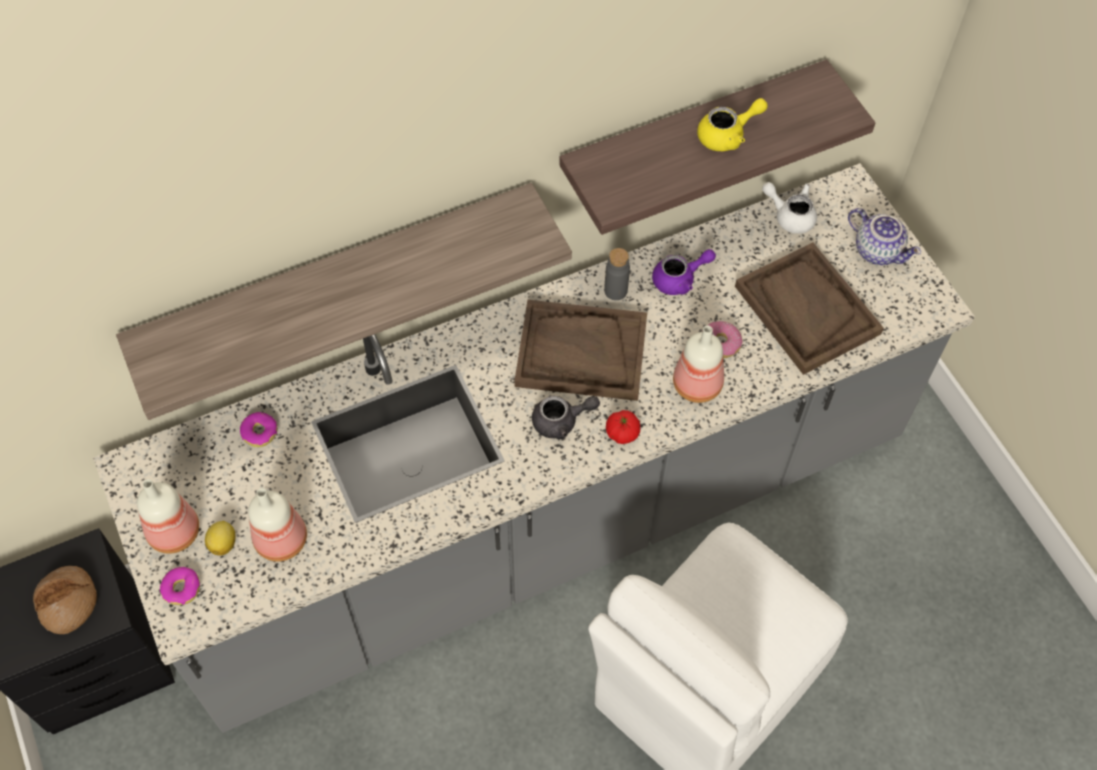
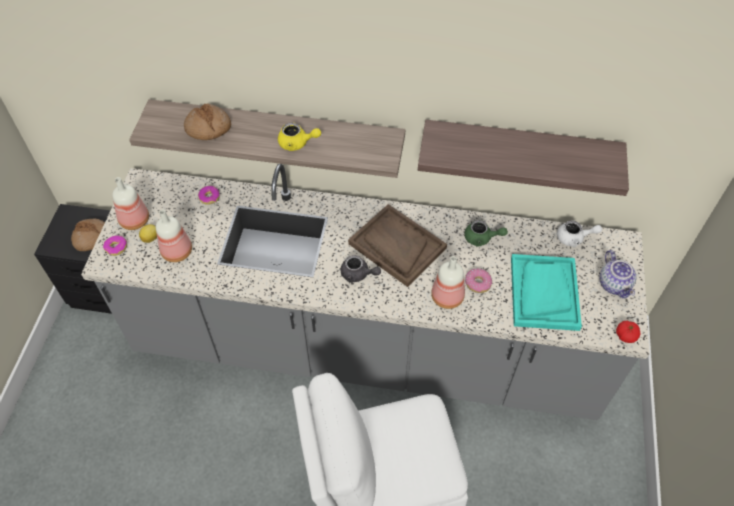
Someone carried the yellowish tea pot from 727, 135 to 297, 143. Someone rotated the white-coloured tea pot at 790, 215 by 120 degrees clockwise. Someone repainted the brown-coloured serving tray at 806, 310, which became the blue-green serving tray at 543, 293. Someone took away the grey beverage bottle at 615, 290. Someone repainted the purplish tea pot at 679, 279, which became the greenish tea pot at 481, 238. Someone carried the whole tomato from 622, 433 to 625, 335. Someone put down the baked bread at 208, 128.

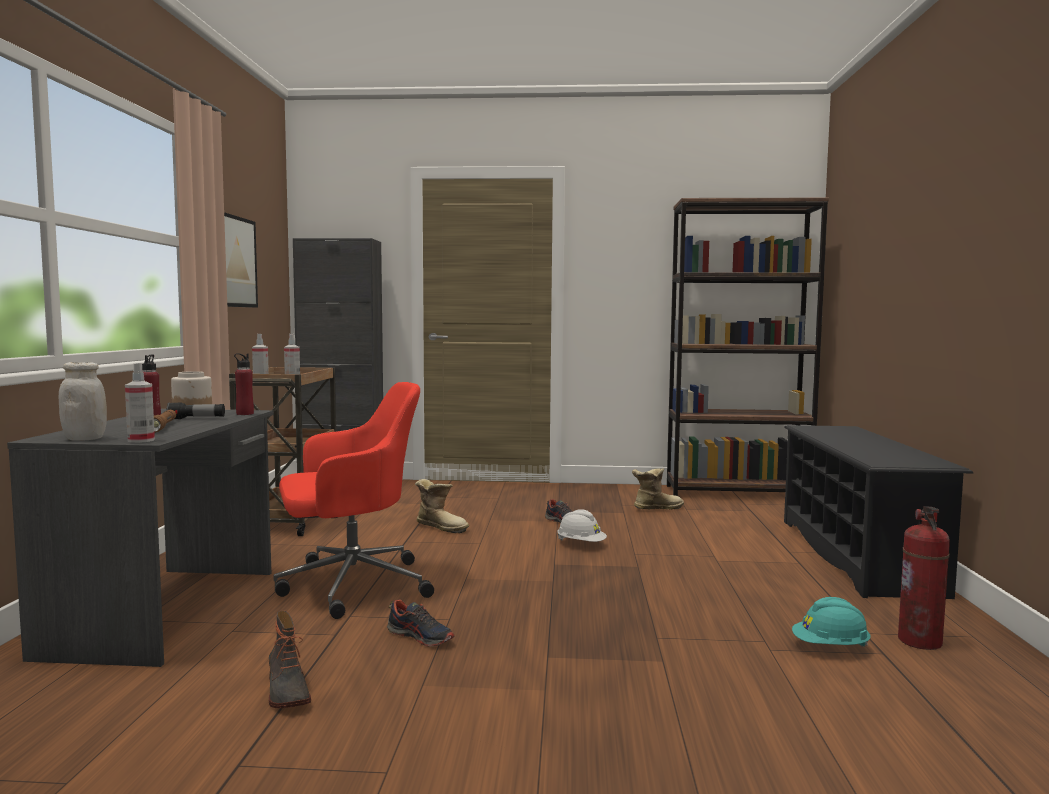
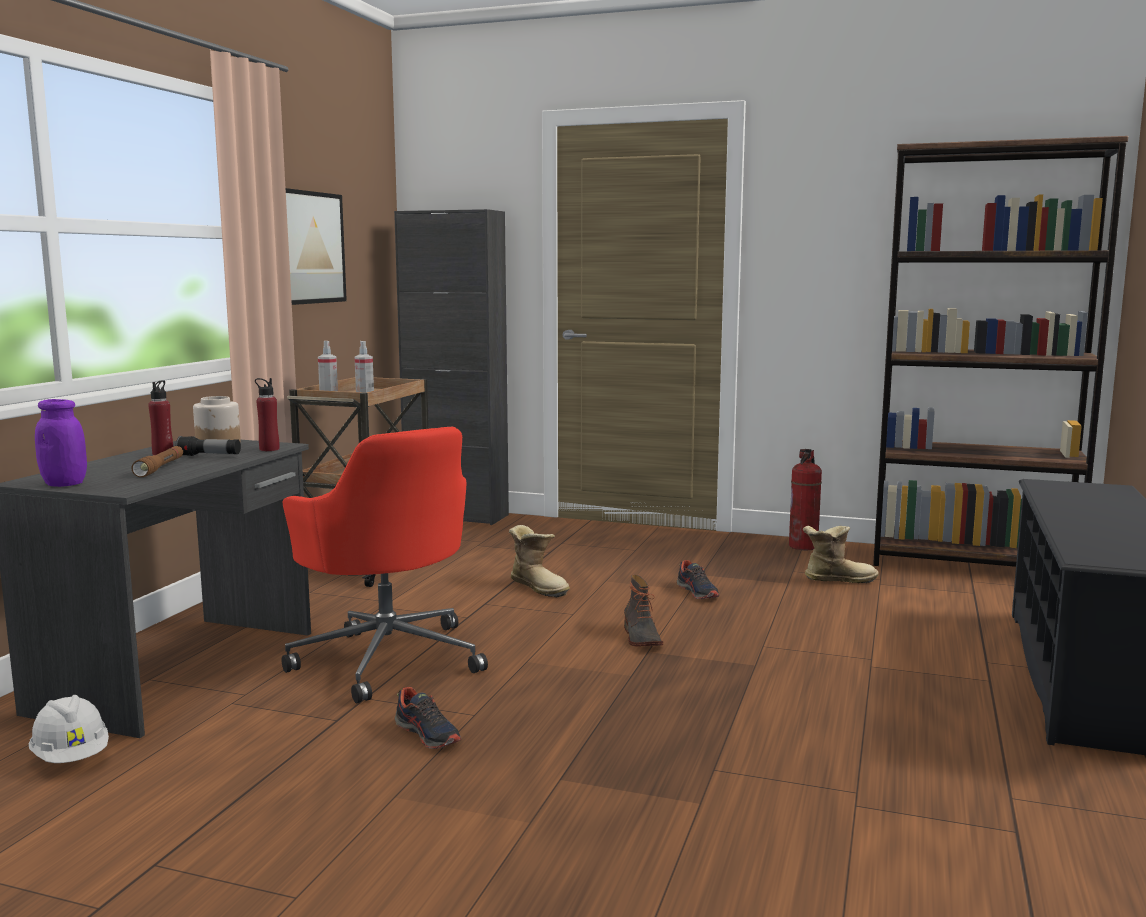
Someone repainted the white-coloured preserve jar at 84, 439, which became the purplish preserve jar at 64, 484. Someone took away the spray bottle at 141, 440. Someone rotated the red computer chair at 350, 585 by 60 degrees clockwise. Someone carried the extinguisher from 920, 641 to 803, 546. Someone carried the white-coloured work helmet from 581, 544 to 71, 757. Someone took away the blue-green work helmet at 830, 648. Someone carried the tall boot from 286, 692 to 640, 638.

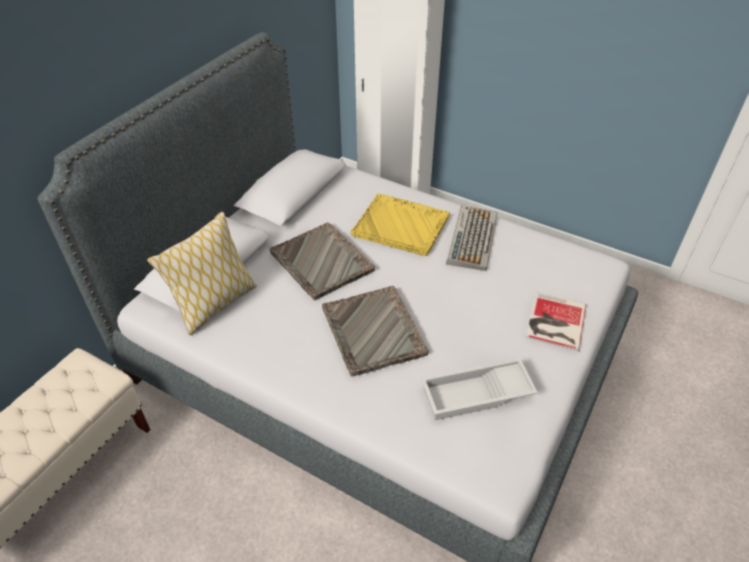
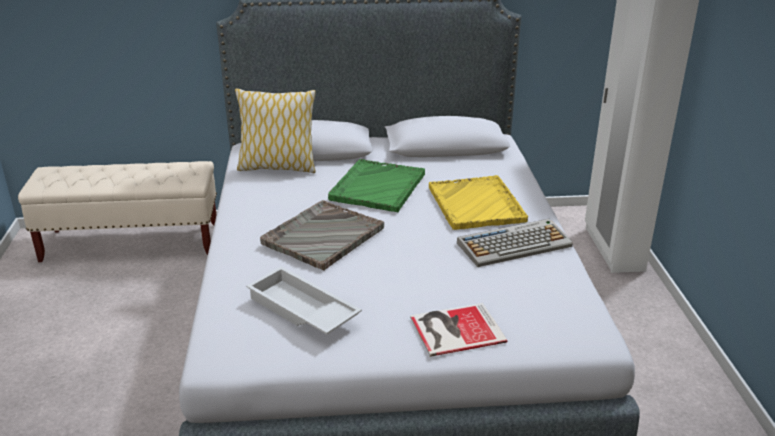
Someone repainted the grey serving tray at 322, 262, which became the greenish serving tray at 377, 187.

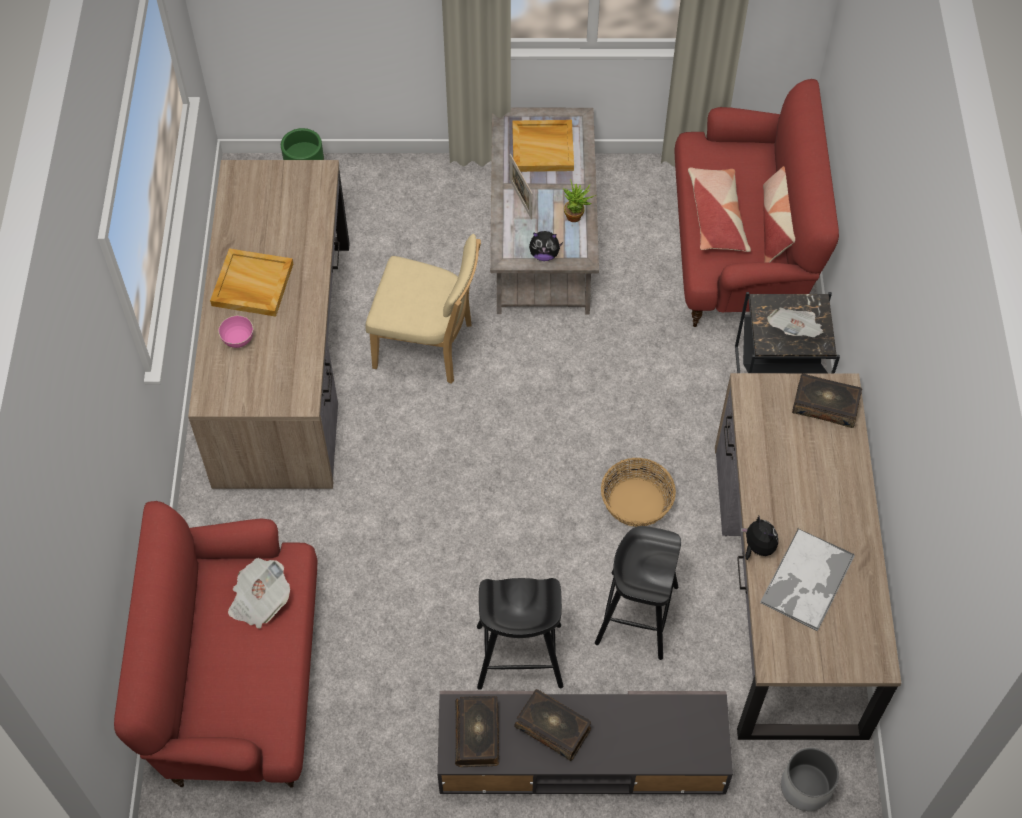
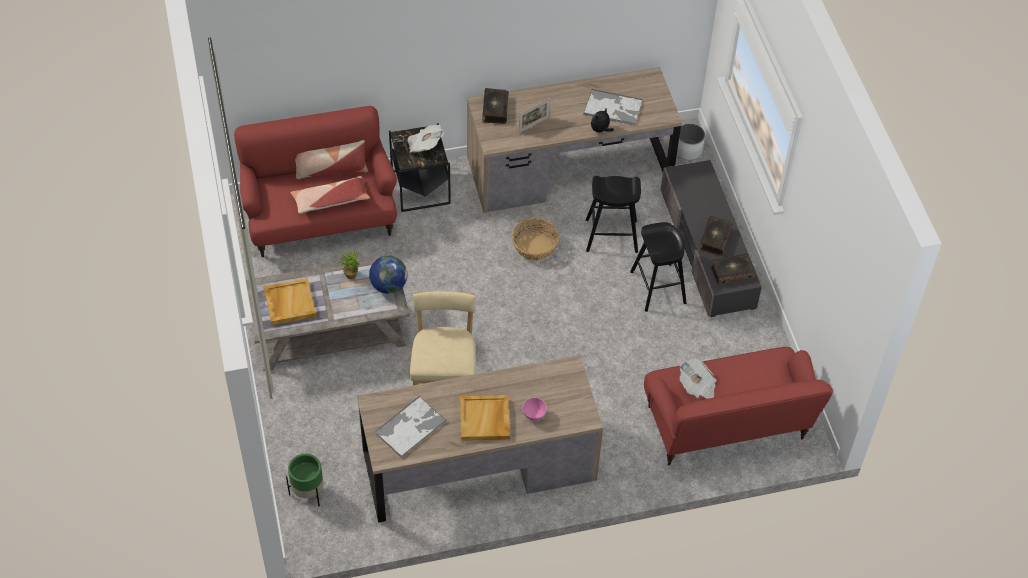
Someone carried the picture frame from 520, 199 to 533, 125. Someone swapped the soft toy at 544, 255 for the world globe at 388, 286. Someone put down the serving tray at 411, 427.

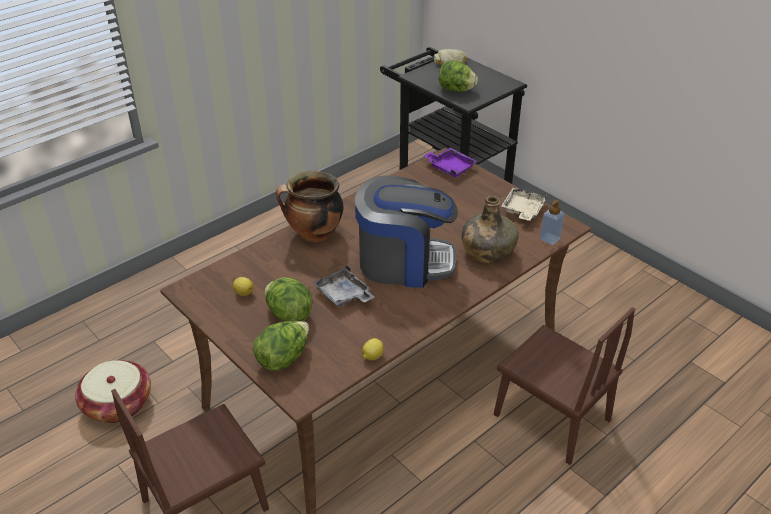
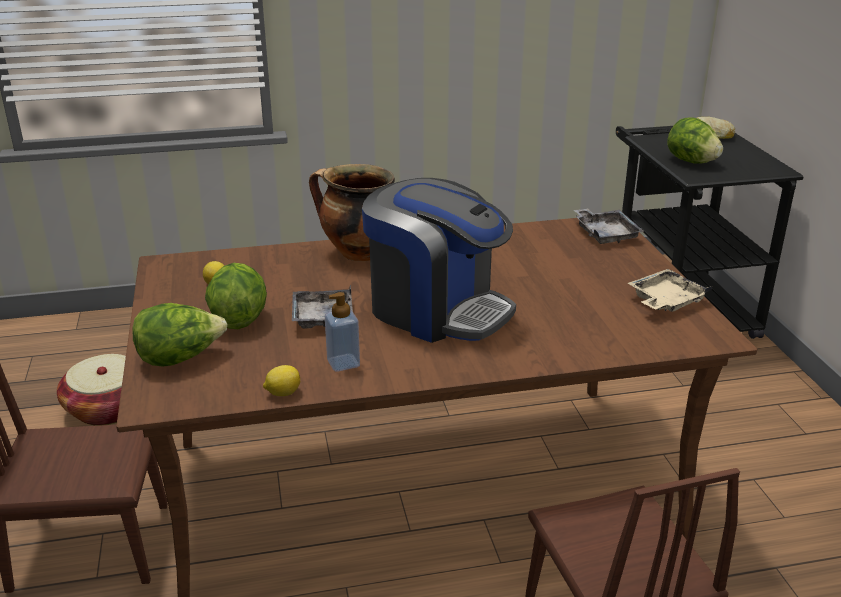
Someone repainted the purplish serving tray at 450, 167, which became the grey serving tray at 605, 234. Someone took away the greenish beverage bottle at 487, 251. Someone carried the soap bottle from 550, 239 to 343, 363.

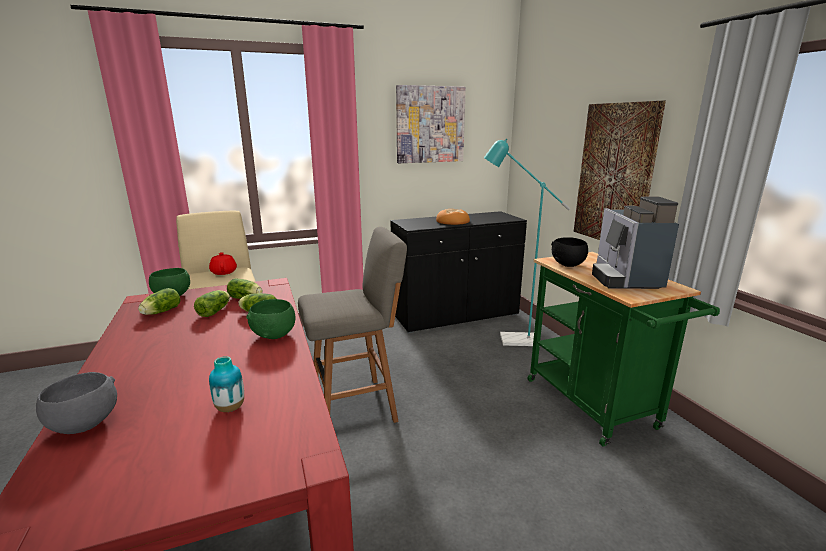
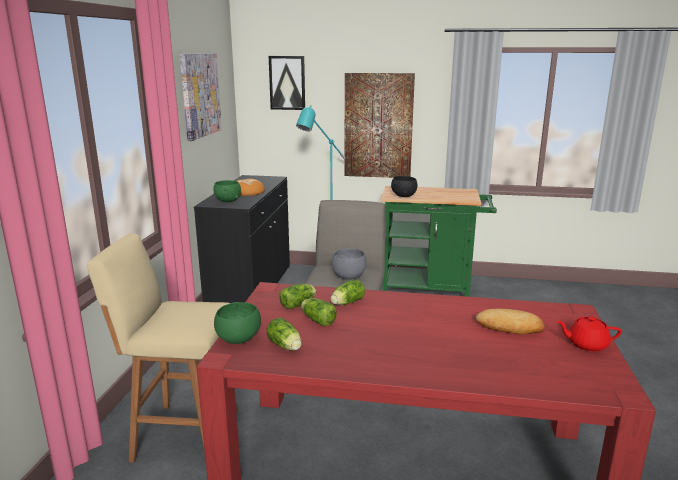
Someone took away the coffee brewer at 624, 279. Someone carried the red tea pot from 224, 272 to 586, 344. Someone carried the greenish bowl from 274, 335 to 228, 201. Someone swapped the flower vase at 230, 408 for the baked bread at 509, 326. Someone carried the grey bowl from 83, 425 to 349, 277. Someone put up the wall picture at 287, 83.

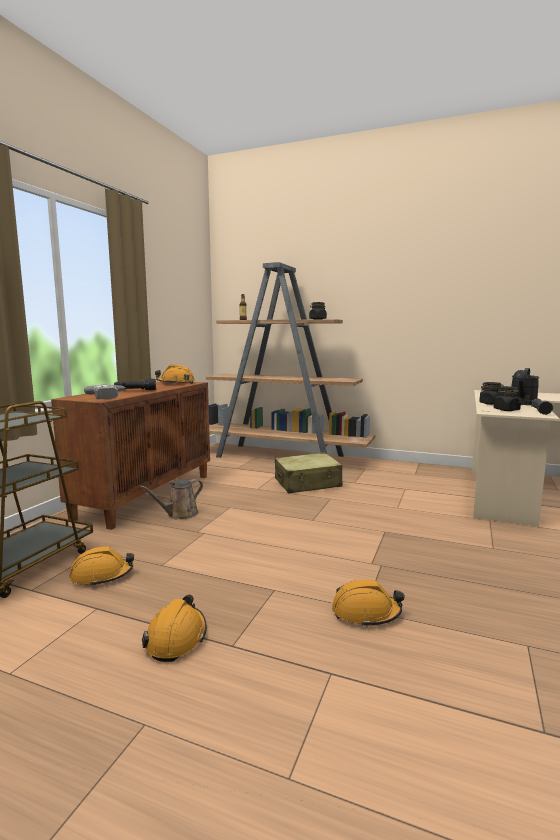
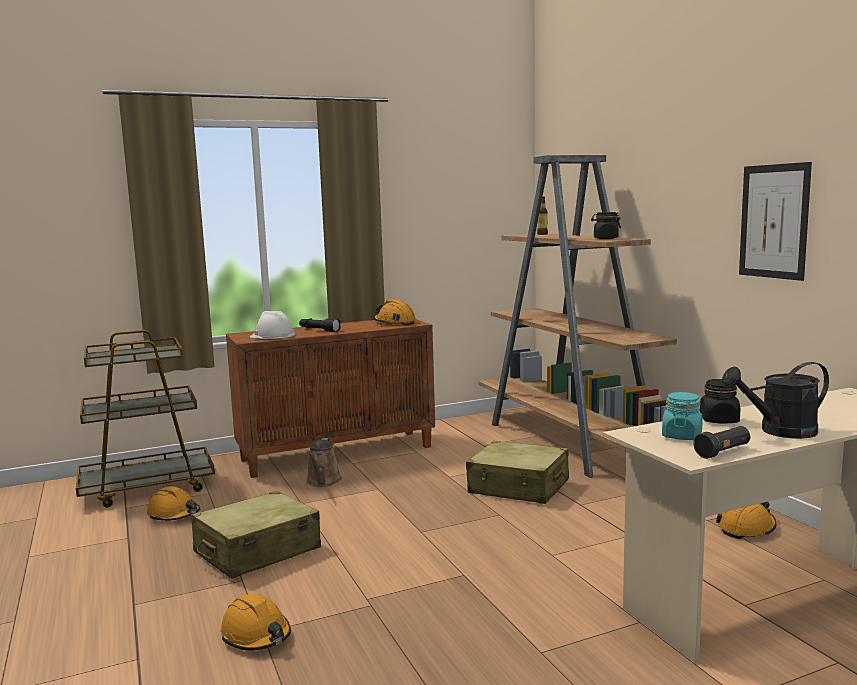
Someone swapped the electric drill at 109, 396 for the white-coloured work helmet at 272, 335. Someone repainted the blackish preserve jar at 506, 410, which became the blue-green preserve jar at 681, 436. Someone rotated the brown-coloured watering pot at 179, 514 by 90 degrees counterclockwise. Someone carried the orangey work helmet from 176, 638 to 746, 528. Someone put up the wall picture at 774, 221. Someone put down the beige-coloured piece of luggage at 257, 551.

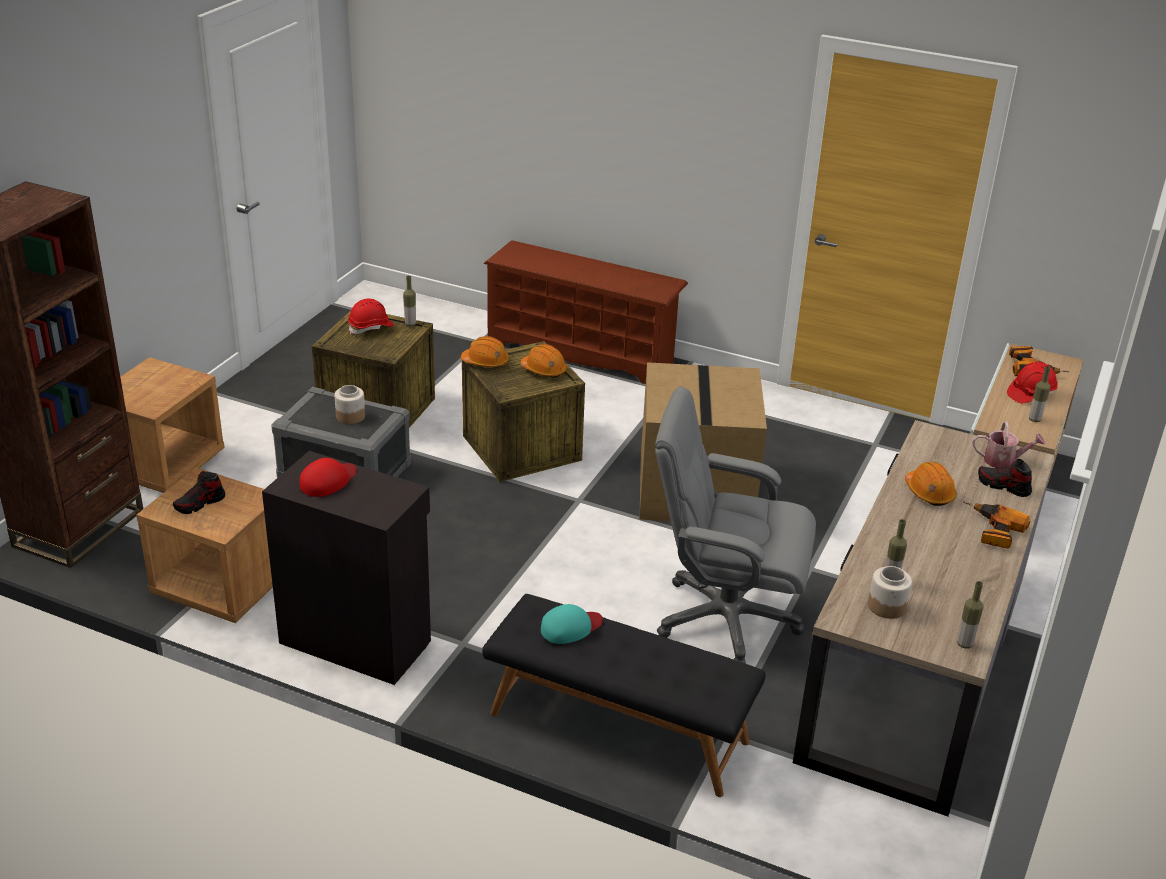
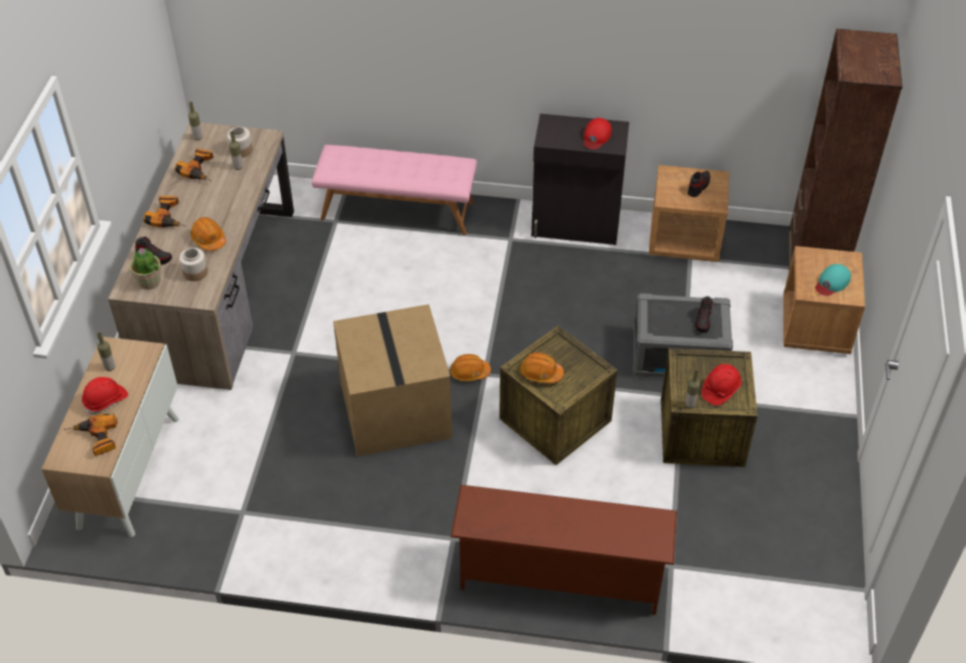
Someone carried the orangey work helmet from 485, 362 to 469, 372. Someone carried the preserve jar from 350, 416 to 195, 272. Someone took away the grey computer chair at 724, 619. Someone swapped the watering pot at 1003, 461 for the plant in a pot at 149, 282. Someone repainted the blackish bench at 617, 728, which became the pink-coloured bench at 397, 210. Someone carried the blue-green baseball cap from 571, 627 to 832, 282. Someone put down the electric drill at 200, 169. Someone put down the low shoe at 703, 320.

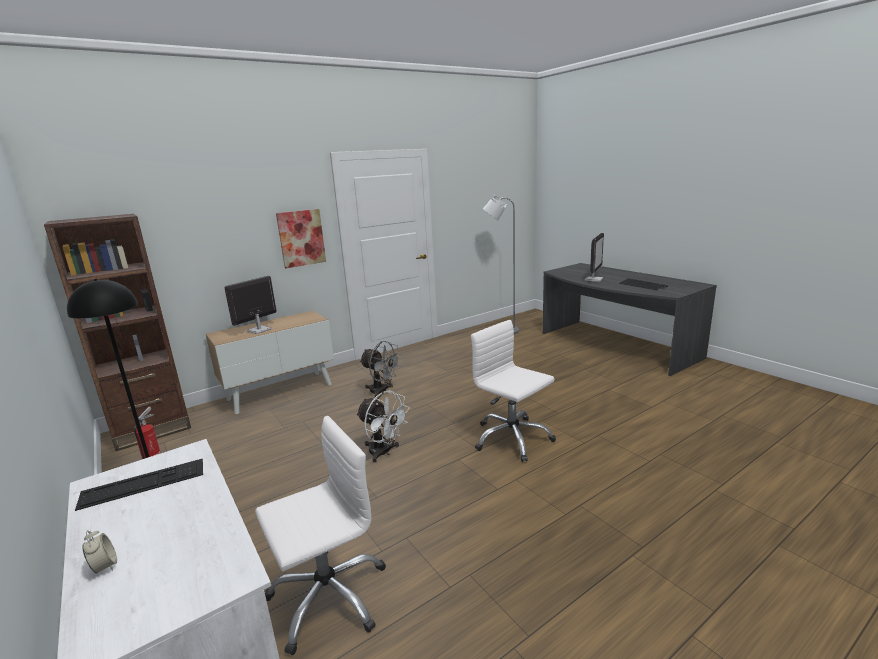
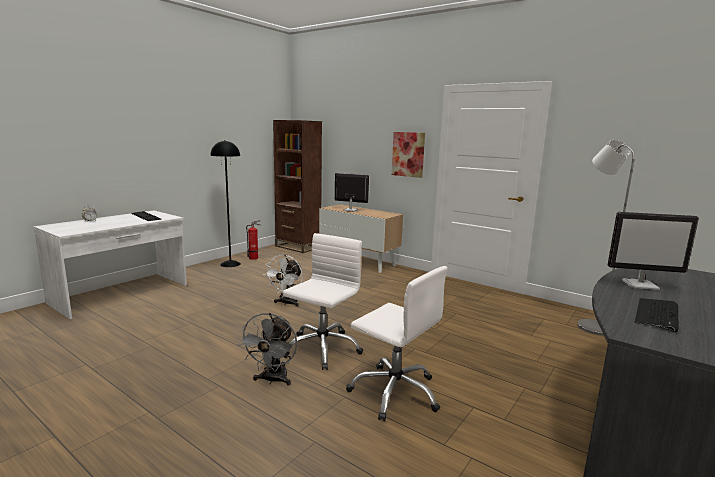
Someone carried the grey electric fan from 382, 391 to 272, 380. Someone carried the white-coloured computer chair from 328, 596 to 395, 392.

